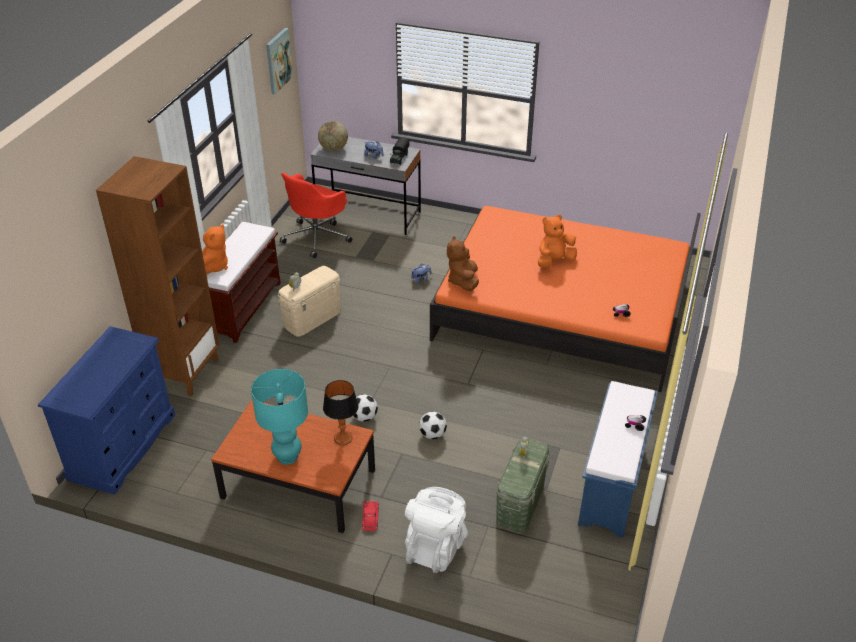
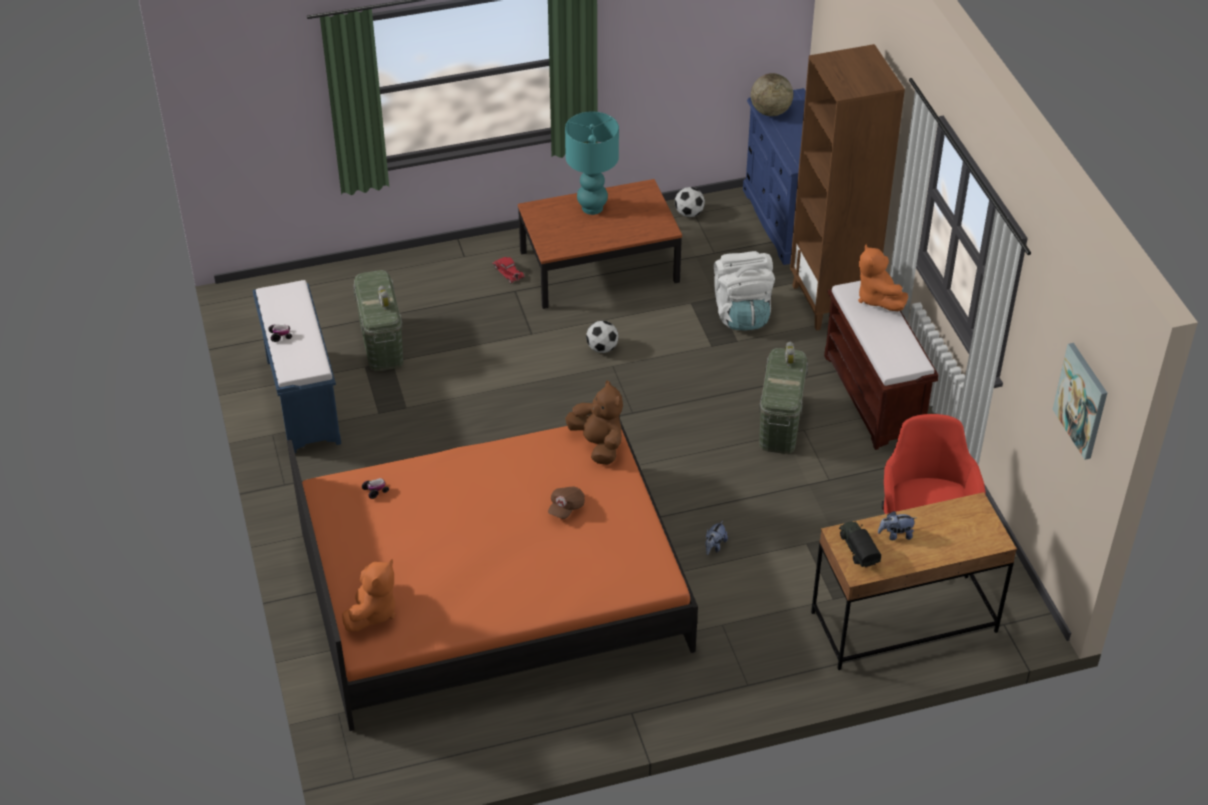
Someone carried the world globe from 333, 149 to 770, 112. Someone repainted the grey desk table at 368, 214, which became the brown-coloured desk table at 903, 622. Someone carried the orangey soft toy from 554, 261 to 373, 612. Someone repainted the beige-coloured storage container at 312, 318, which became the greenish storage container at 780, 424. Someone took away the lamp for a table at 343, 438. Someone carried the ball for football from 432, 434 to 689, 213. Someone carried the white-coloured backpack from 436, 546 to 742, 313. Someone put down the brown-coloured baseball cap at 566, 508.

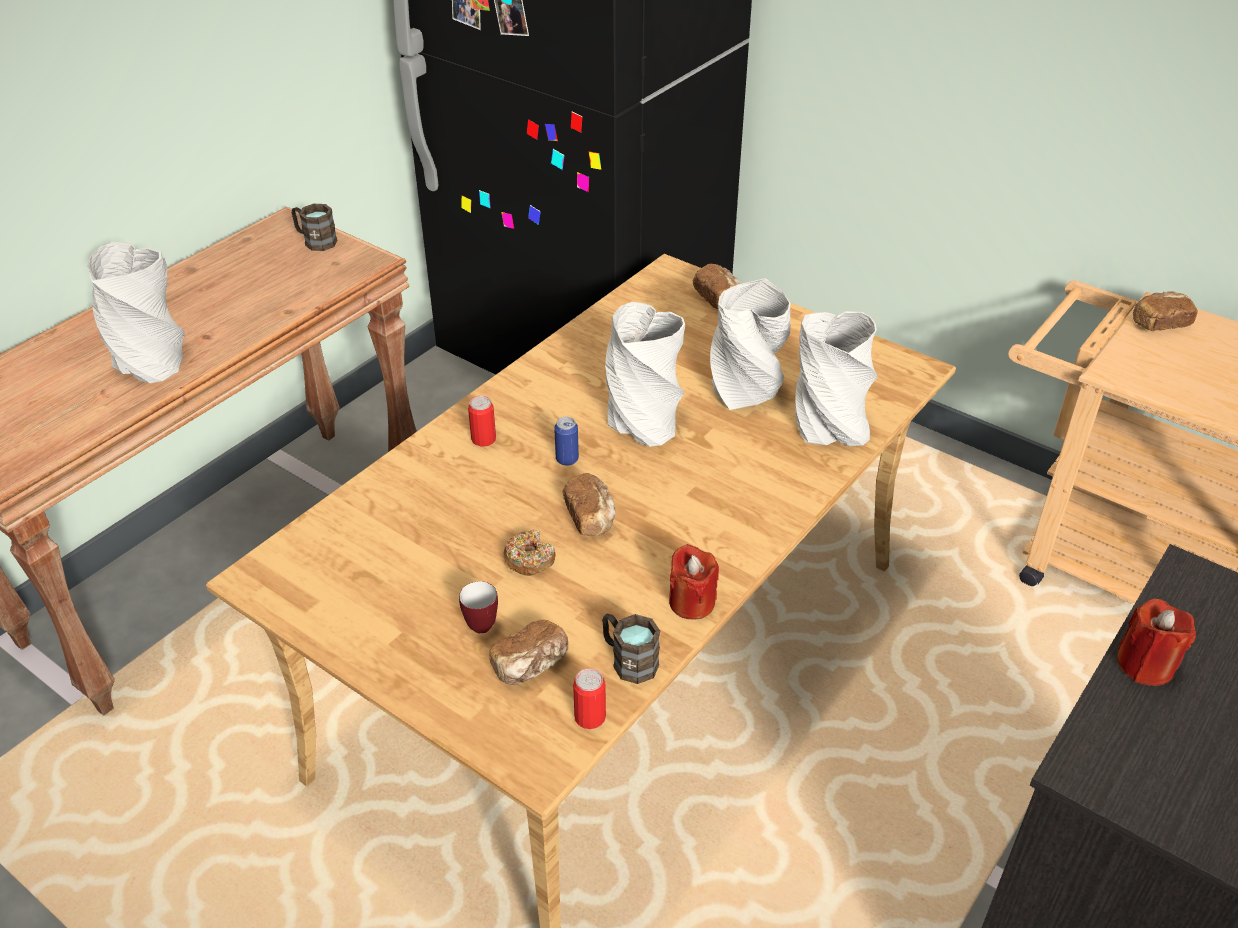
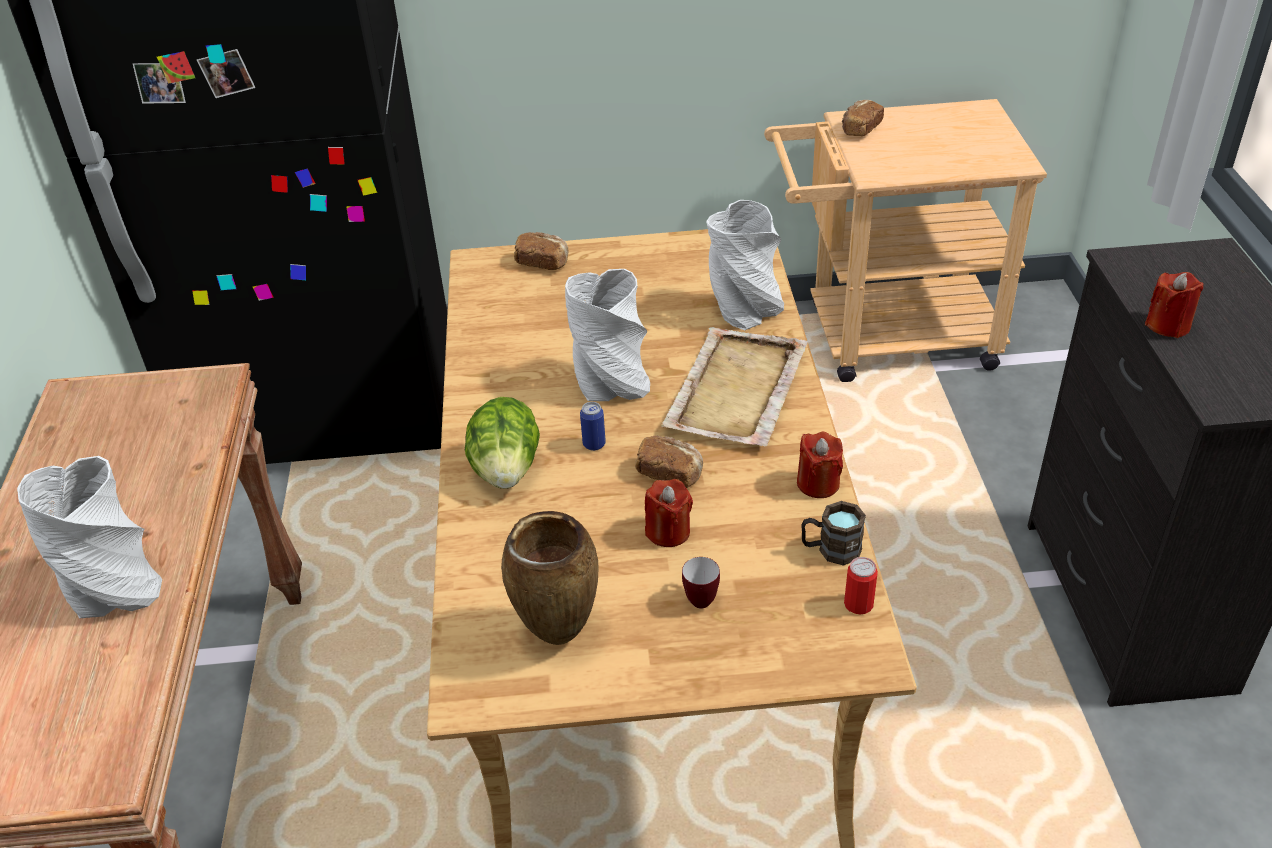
Someone took away the brown-coloured tea mug at 315, 241. Someone took away the grey flower vase at 746, 391. Someone swapped the metal can at 483, 439 for the lettuce at 506, 470. Someone swapped the donut at 529, 559 for the red wax candle at 668, 531. Someone took away the baked bread at 531, 666. Someone put down the beige-coloured serving tray at 735, 391. Someone put down the brown-coloured flower vase at 557, 637.

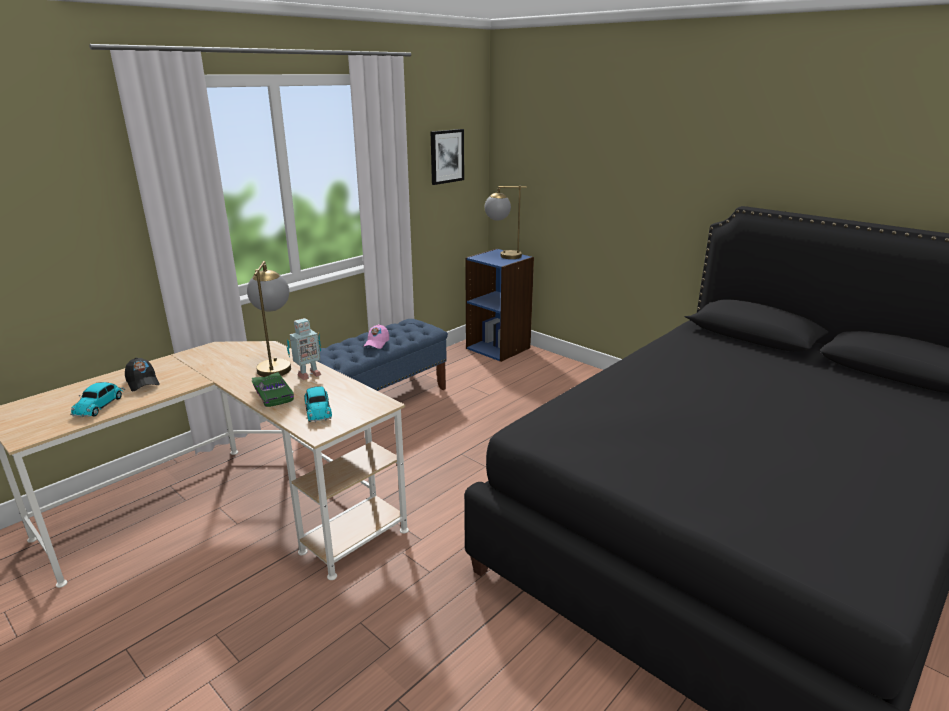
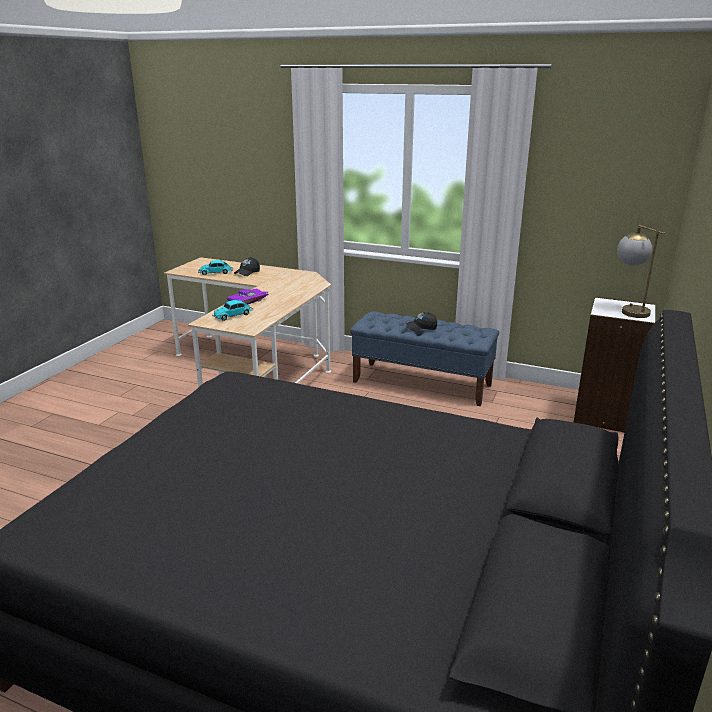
Someone took away the wall picture at 446, 156. Someone repainted the blue-coloured bookshelf at 498, 348, which became the white-coloured bookshelf at 605, 415. Someone took away the lamp for a table at 276, 365. Someone took away the toy robot at 308, 375. Someone repainted the pink-coloured baseball cap at 376, 343, which became the blackish baseball cap at 421, 327. Someone repainted the greenish toy car at 275, 394, which became the purplish toy car at 249, 301.

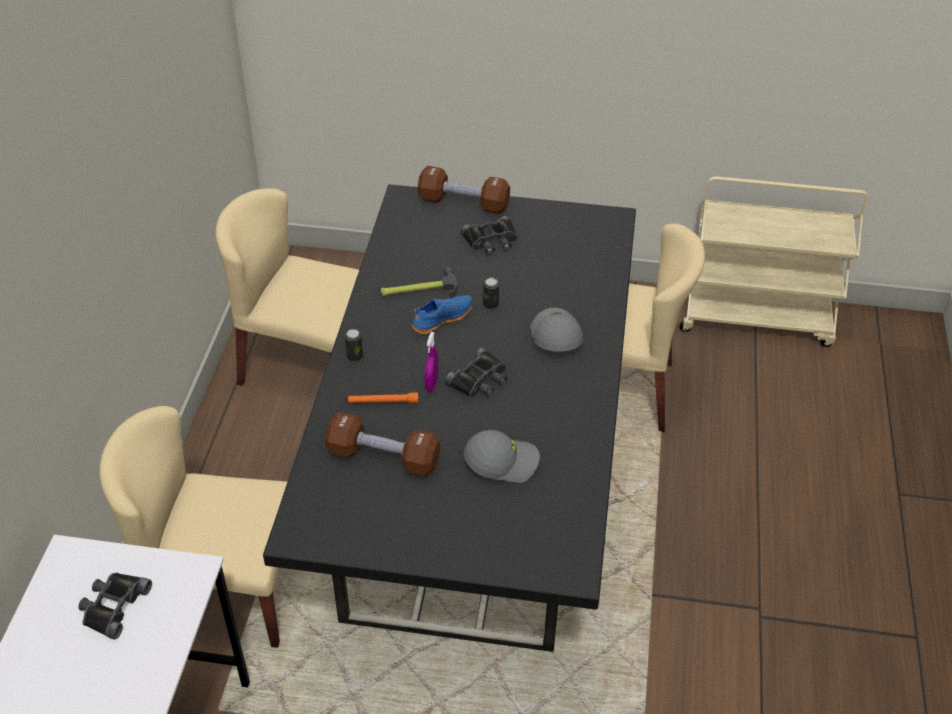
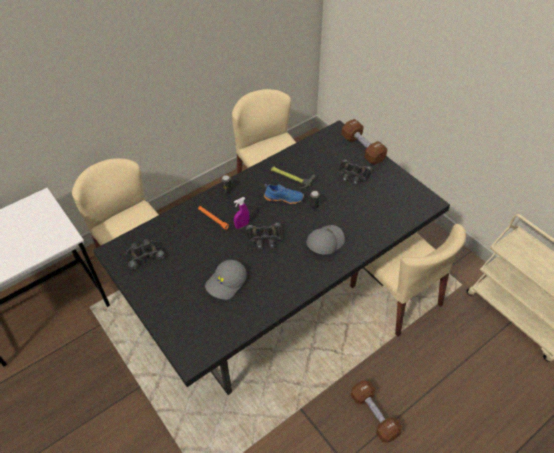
Someone carried the brown-coloured hand weight from 383, 457 to 374, 415. Someone rotated the grey baseball cap at 501, 461 by 90 degrees clockwise. Someone carried the blackish field glasses from 113, 606 to 144, 255.

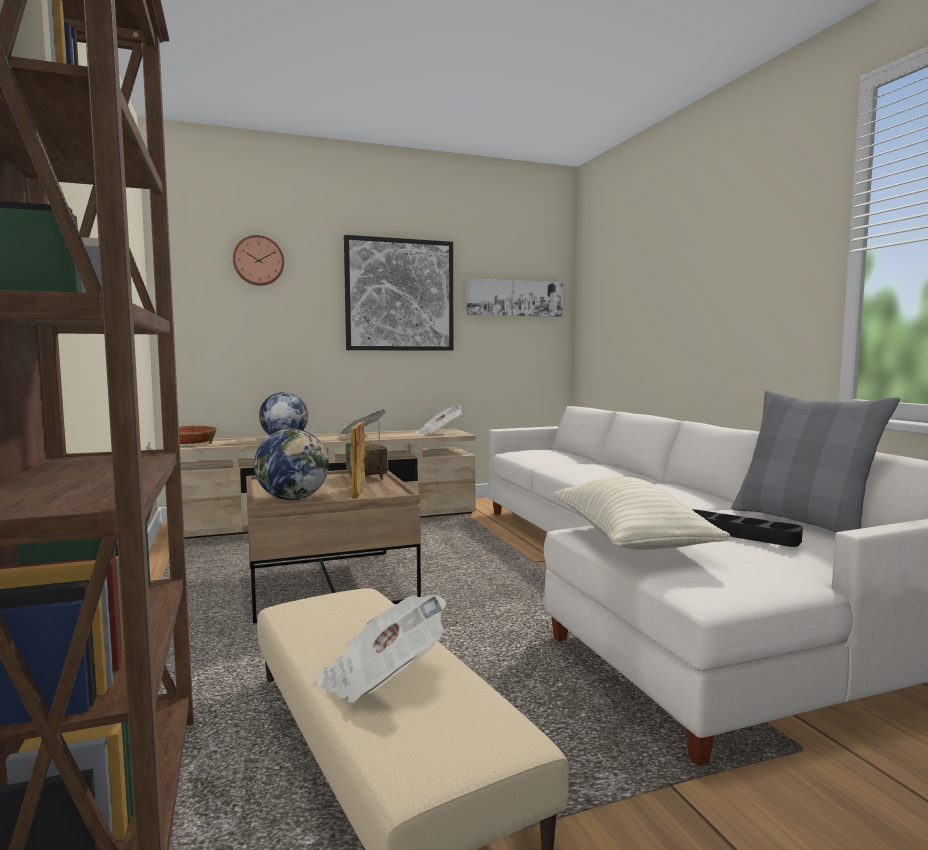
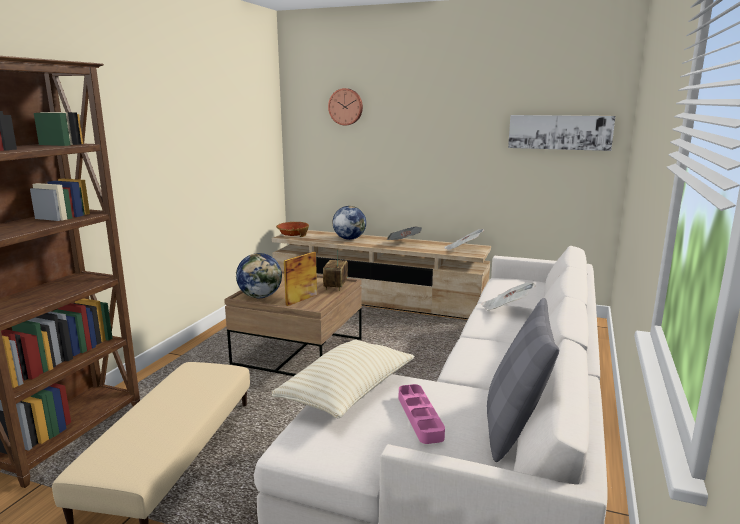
Someone took away the wall picture at 399, 295. Someone repainted the blackish serving tray at 739, 534, which became the pink-coloured serving tray at 420, 417. Someone carried the newspaper from 381, 678 to 505, 309.

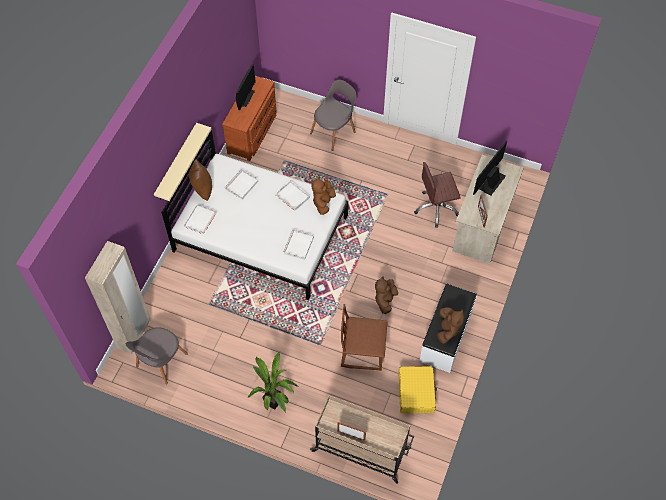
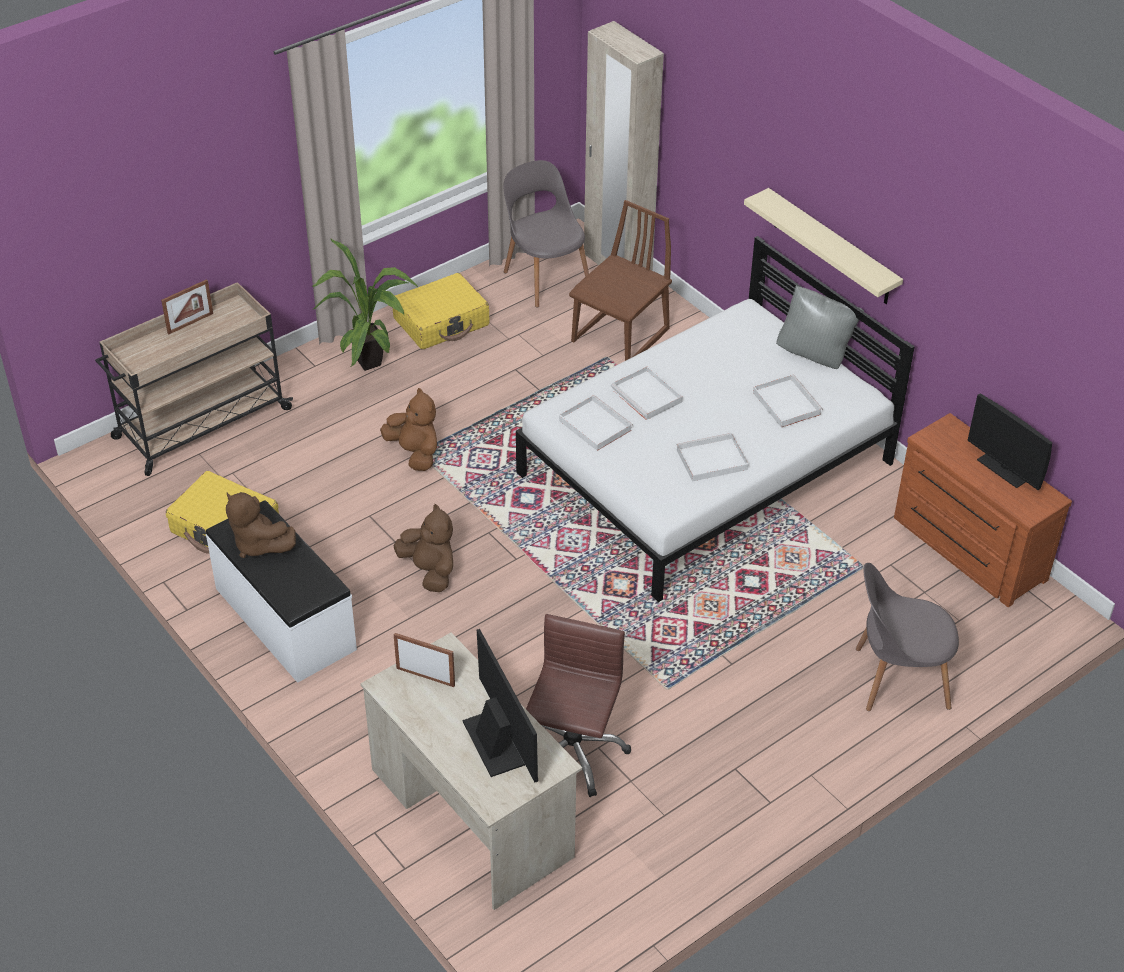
Someone rotated the grey upright chair at 334, 131 by 105 degrees clockwise. Someone repainted the brown-coloured pillow at 201, 189, which became the grey pillow at 815, 355. Someone carried the brown-coloured soft toy from 323, 202 to 414, 453. Someone carried the white-coloured serving tray from 200, 219 to 648, 396. Someone carried the brown-coloured upright chair from 362, 351 to 621, 336. Someone put down the yellowish piece of luggage at 441, 322.

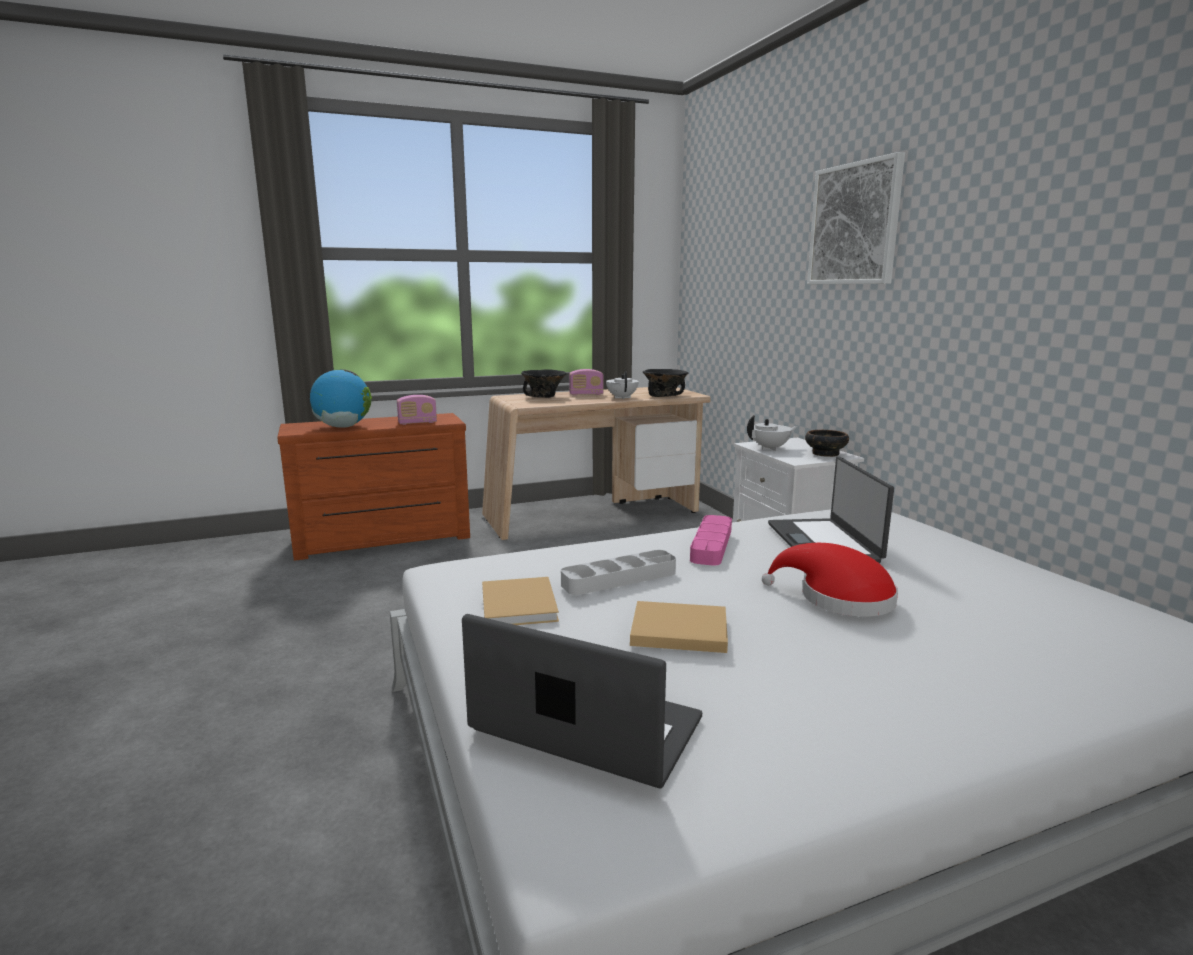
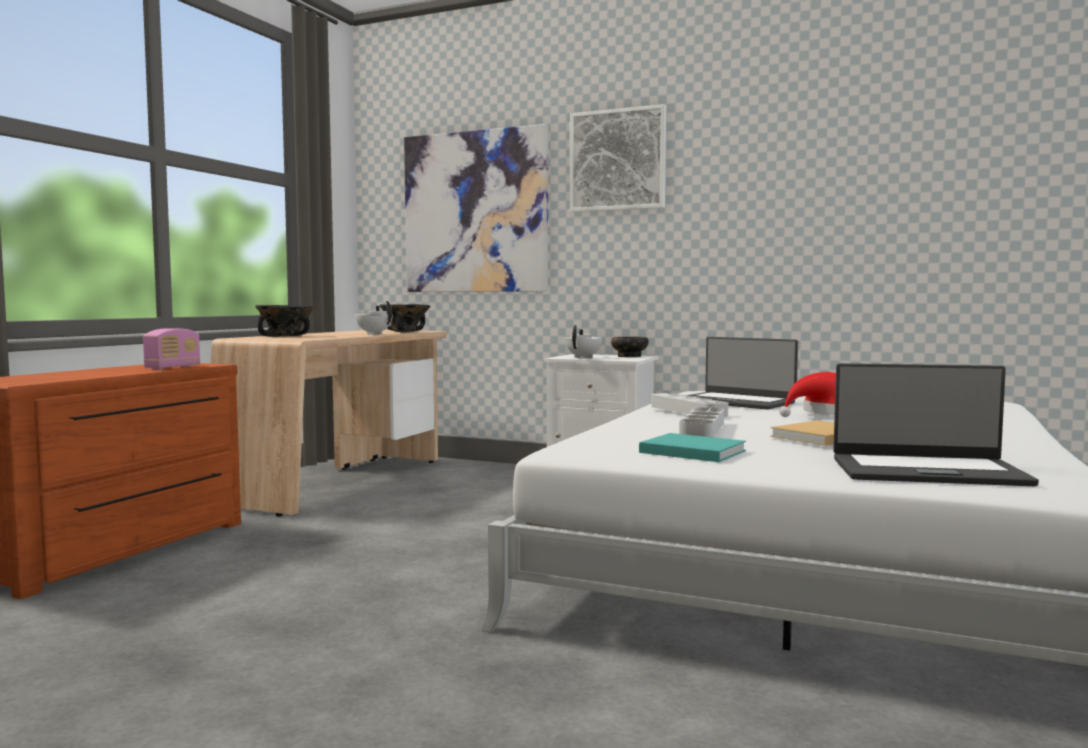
Someone took away the world globe at 343, 427. Someone took away the radio set at 586, 394. Someone repainted the pink-coloured serving tray at 711, 545, which became the grey serving tray at 688, 411. Someone repainted the beige-coloured bound book at 518, 604, which became the blue-green bound book at 689, 451. Someone rotated the notebook computer at 585, 727 by 150 degrees counterclockwise. Someone put up the wall picture at 475, 212.

